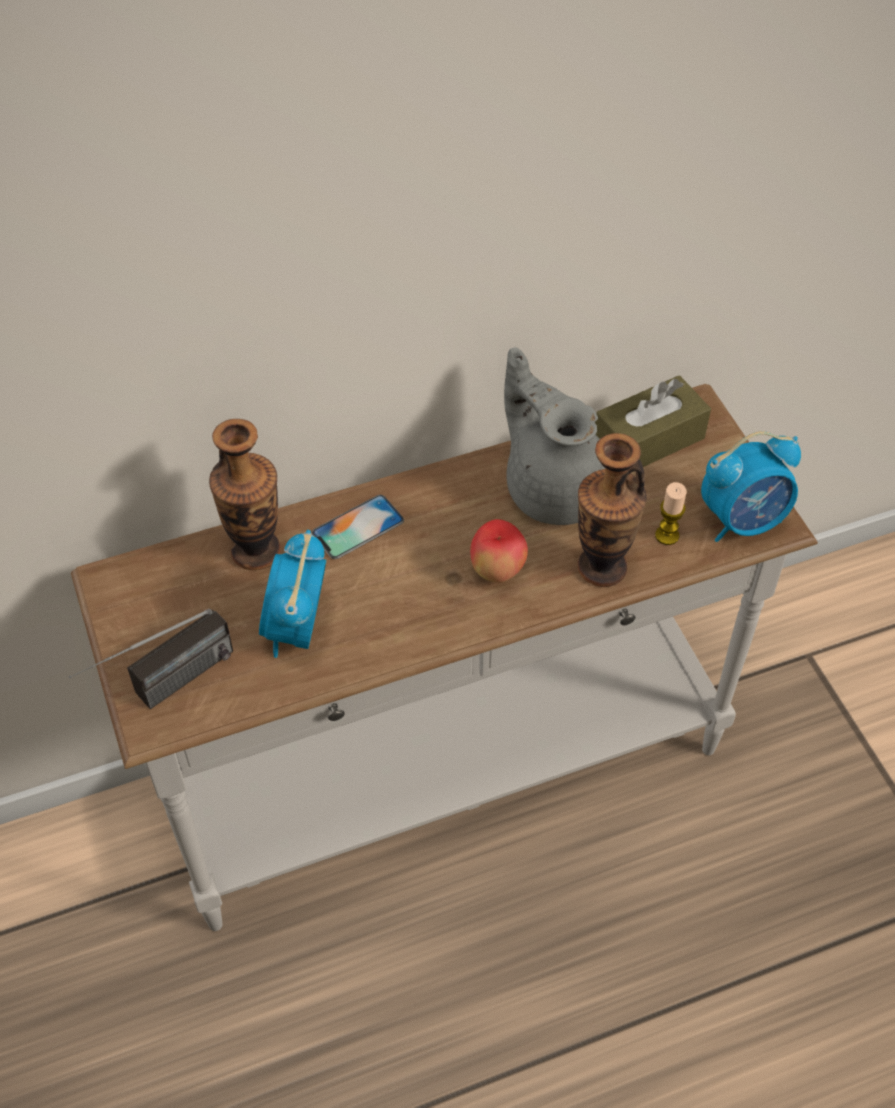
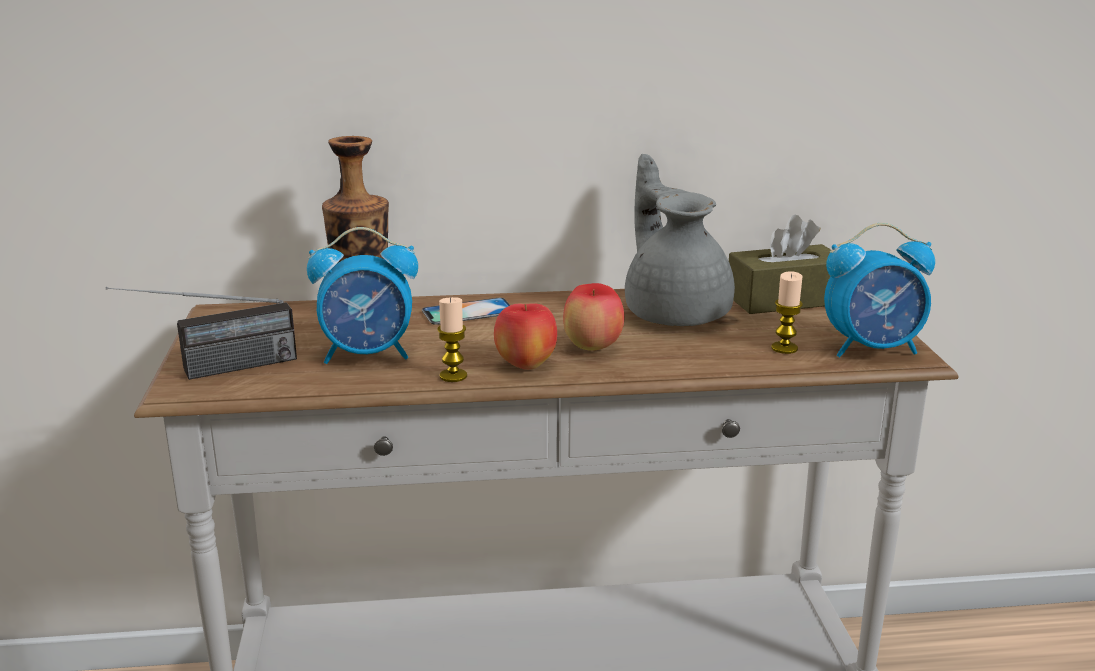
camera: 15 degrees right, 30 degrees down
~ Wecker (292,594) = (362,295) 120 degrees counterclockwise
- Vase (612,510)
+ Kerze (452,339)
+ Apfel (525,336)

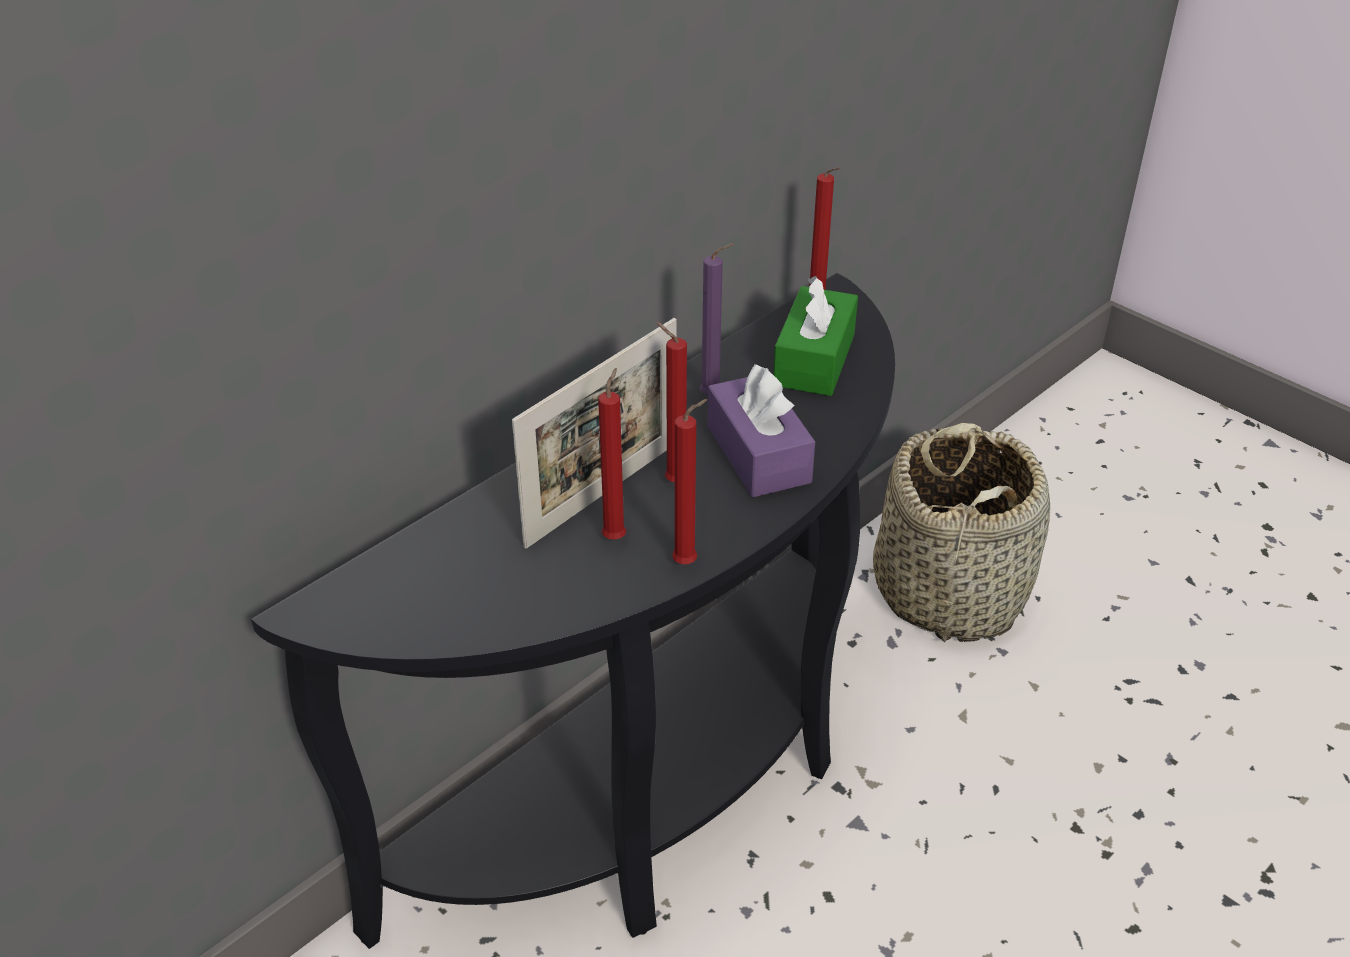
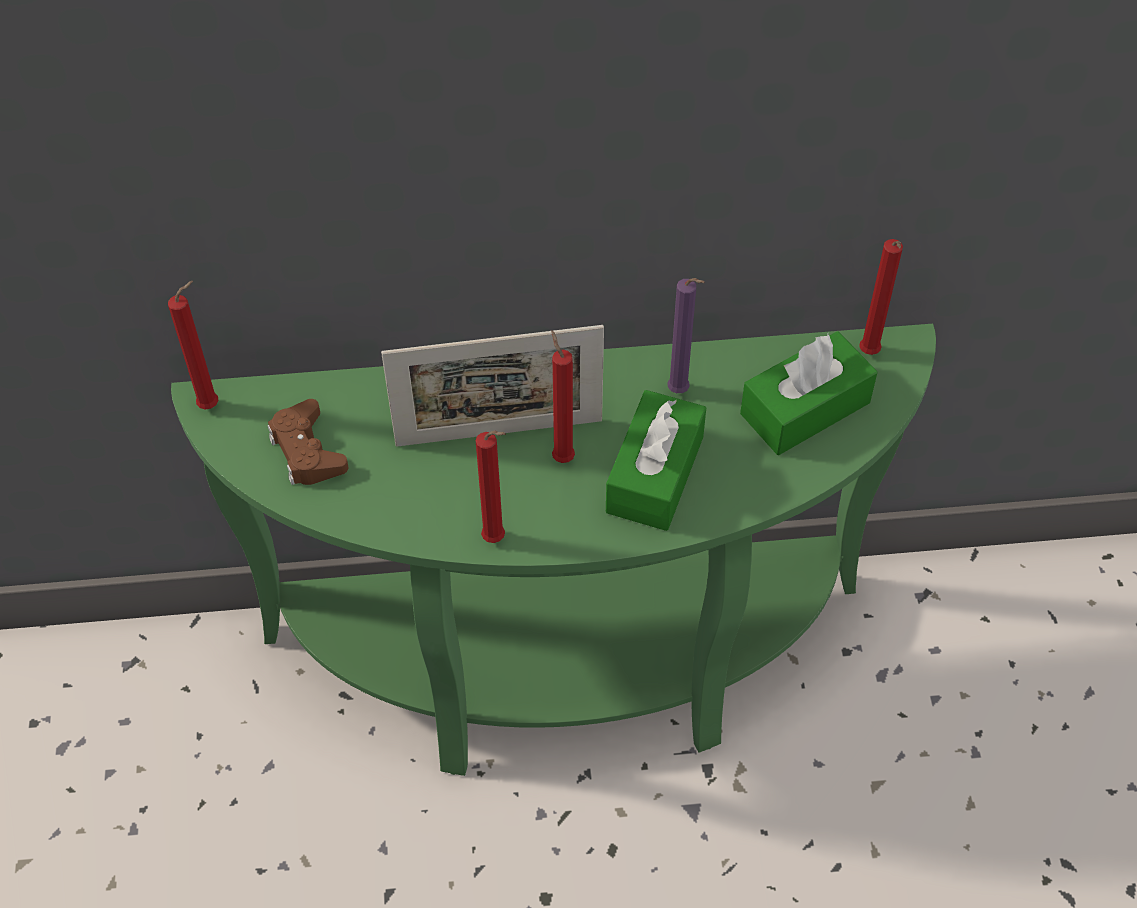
camera: 40 degrees right, 15 degrees up
~ Konsolentisch [schwarz] (573,611) to Konsolentisch [grün] (553,550)
~ Kerze [rot] (612,454) to (193,345)
~ Taschentuchbox [lila] (761,430) to Taschentuchbox [grün] (656,460)
- Korb (961,532)
+ Gamepad [braun] (308,442)

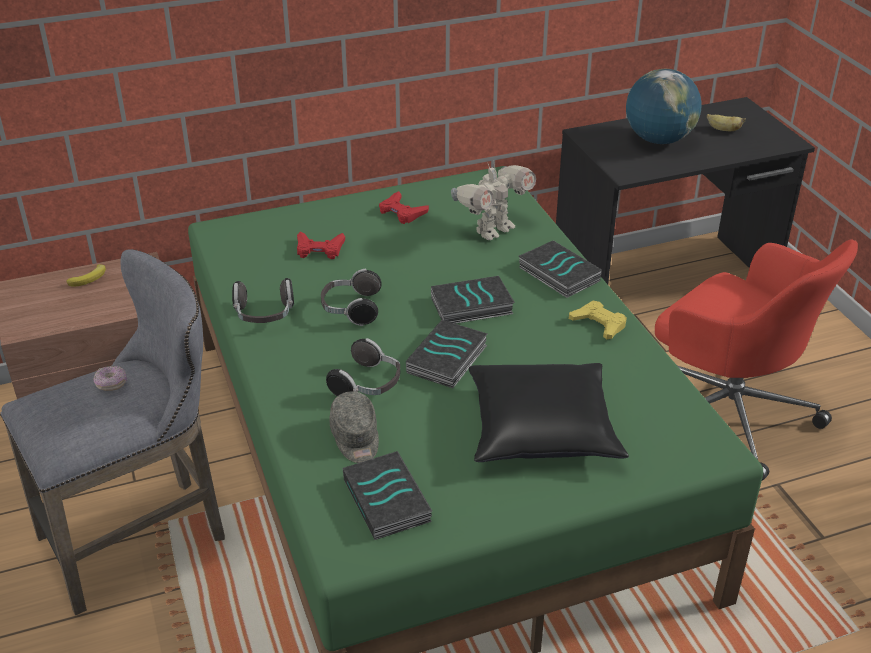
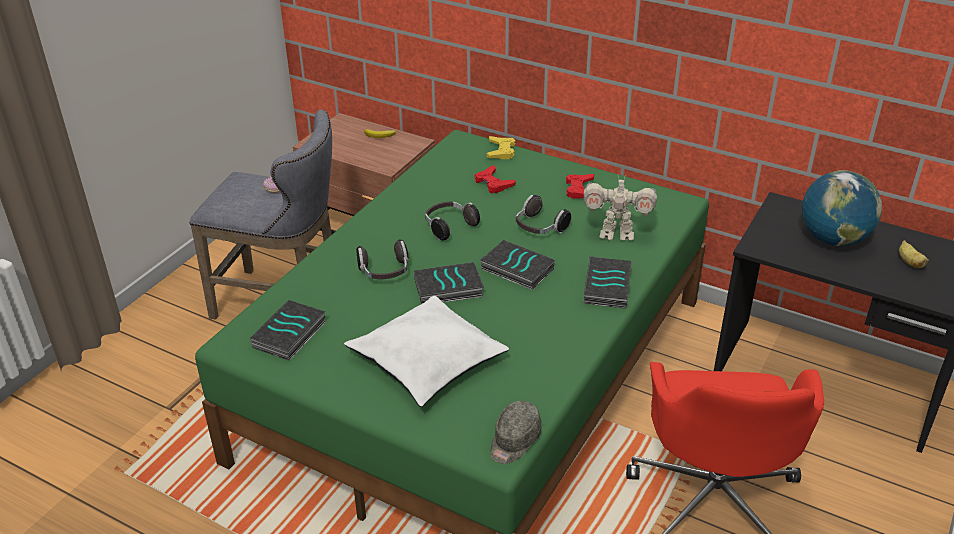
camera: 50 degrees right, 0 degrees up
~ Kopfhörer (263,300) to (543,214)
~ Kappe [grau] (354,427) to (516,432)
~ Kissen [schwarz] (549,412) to Kissen [weiß] (426,351)
~ Gamepad [gelb] (598,320) to (501,147)

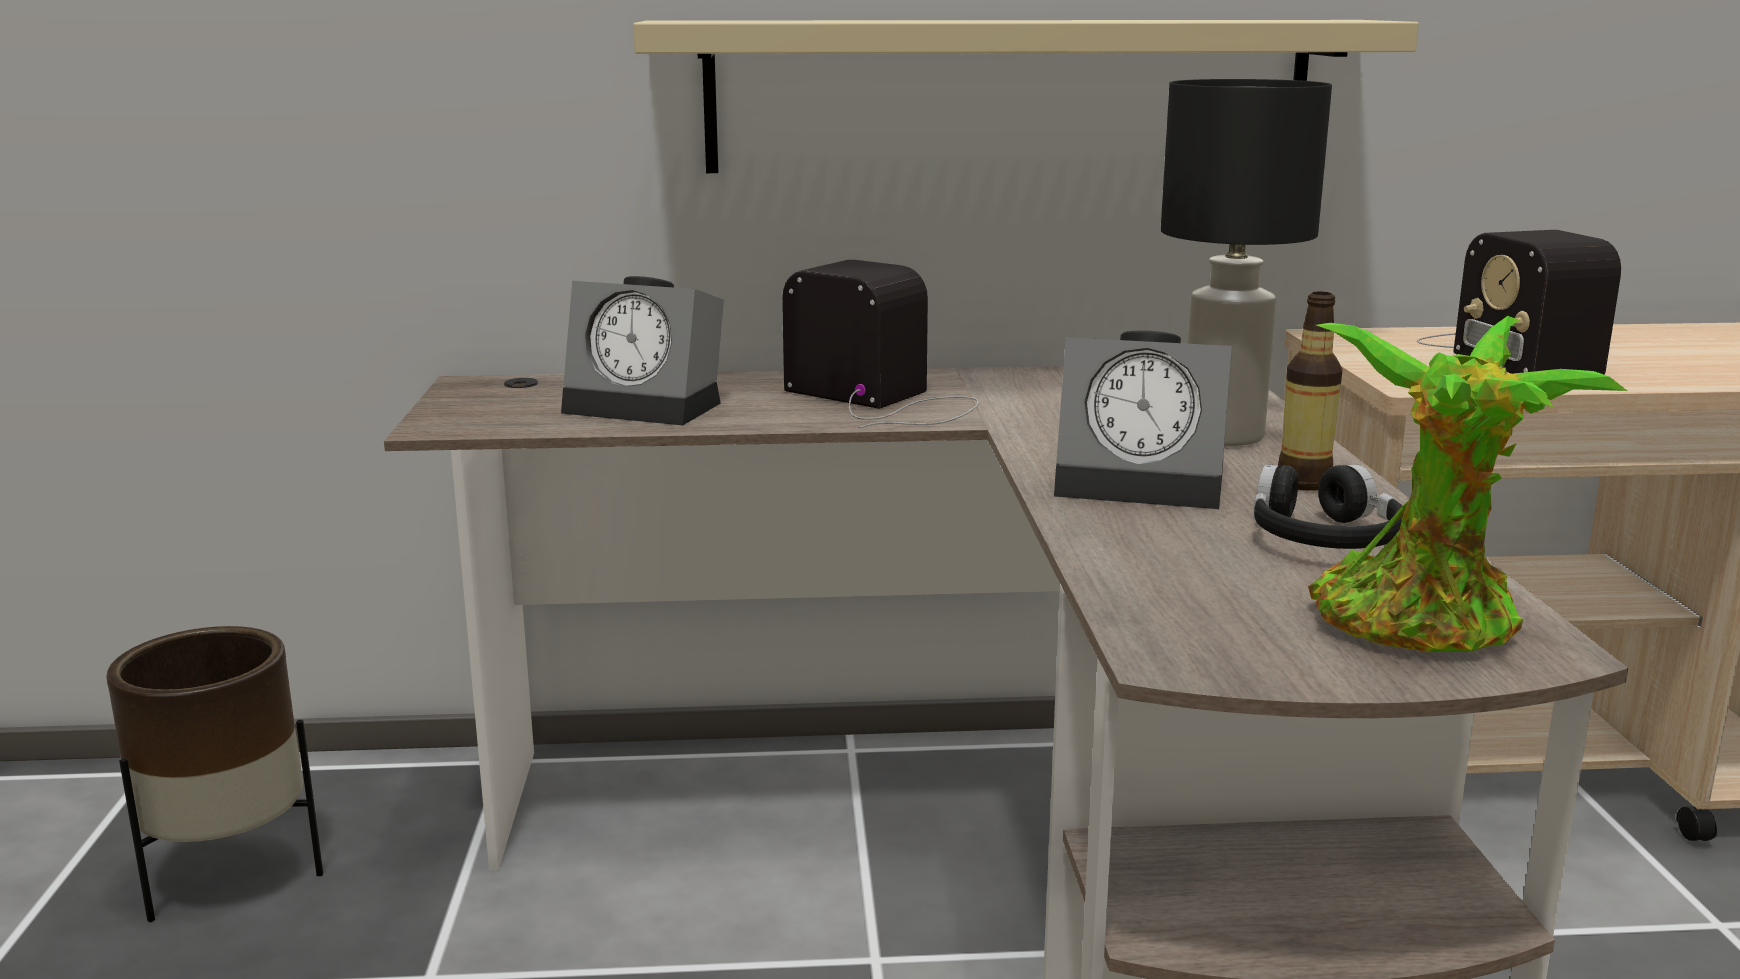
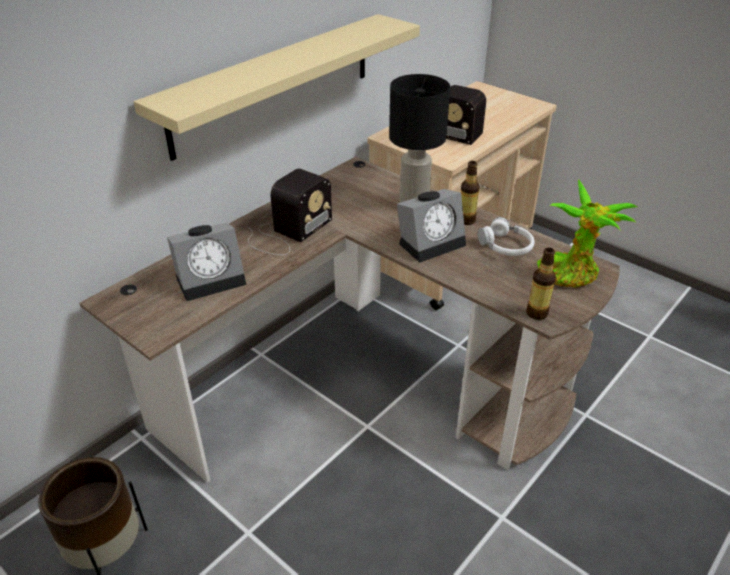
camera: 45 degrees left, 20 degrees up
~ Radio (880,344) = (289,211) 135 degrees clockwise
~ Kopfhörer [schwarz] (1328,506) to Kopfhörer [weiß] (506,236)
+ Flasche (541,284)

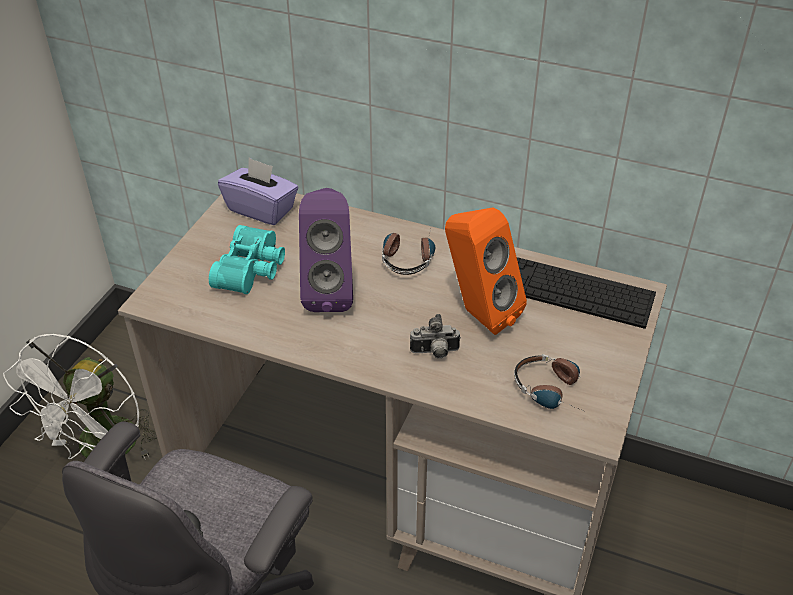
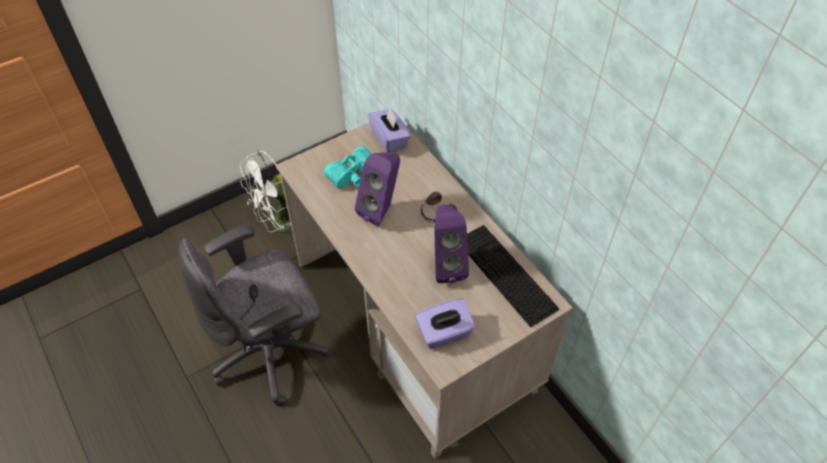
camera: 35 degrees right, 10 degrees up
- Kamera (435,336)
~ Lautsprecher [orange] (486,271) to Lautsprecher [lila] (451,243)
~ Kopfhörer (551,383) to Taschentuchbox [lila] (445,323)

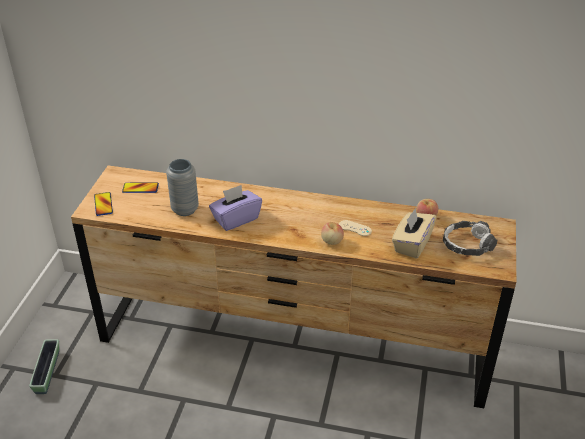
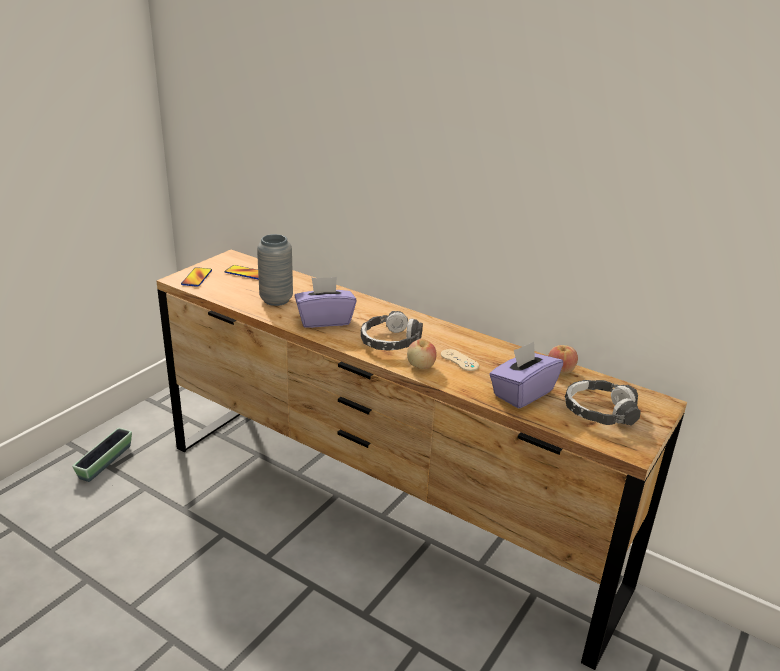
camera: 20 degrees right, 10 degrees down
~ Taschentuchbox [beige] (414,233) to Taschentuchbox [lila] (526,375)
+ Kopfhörer (391,331)

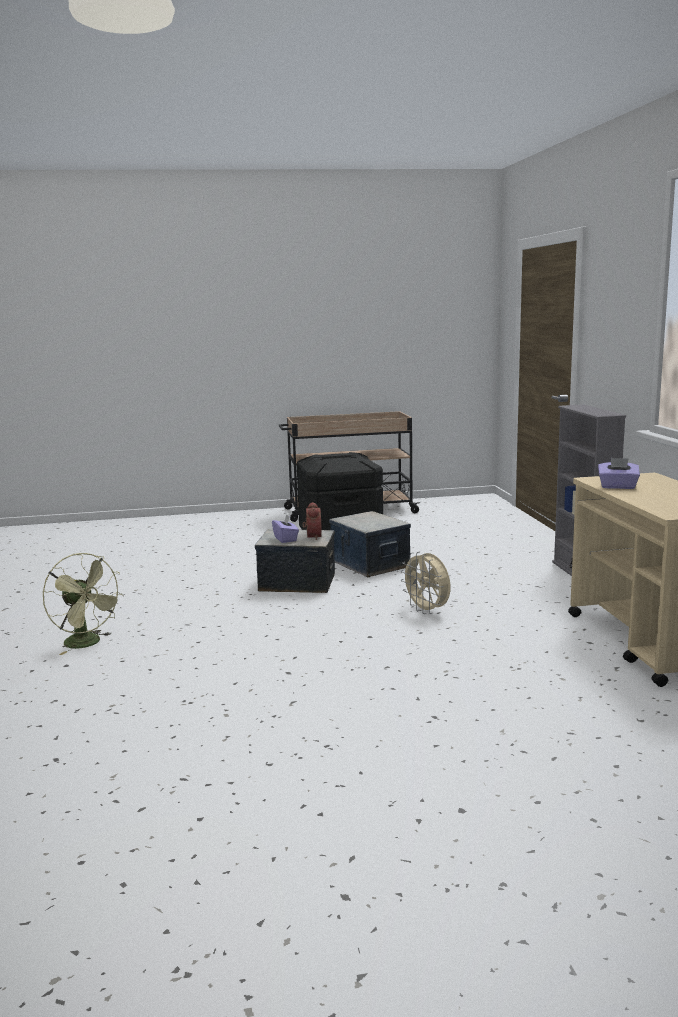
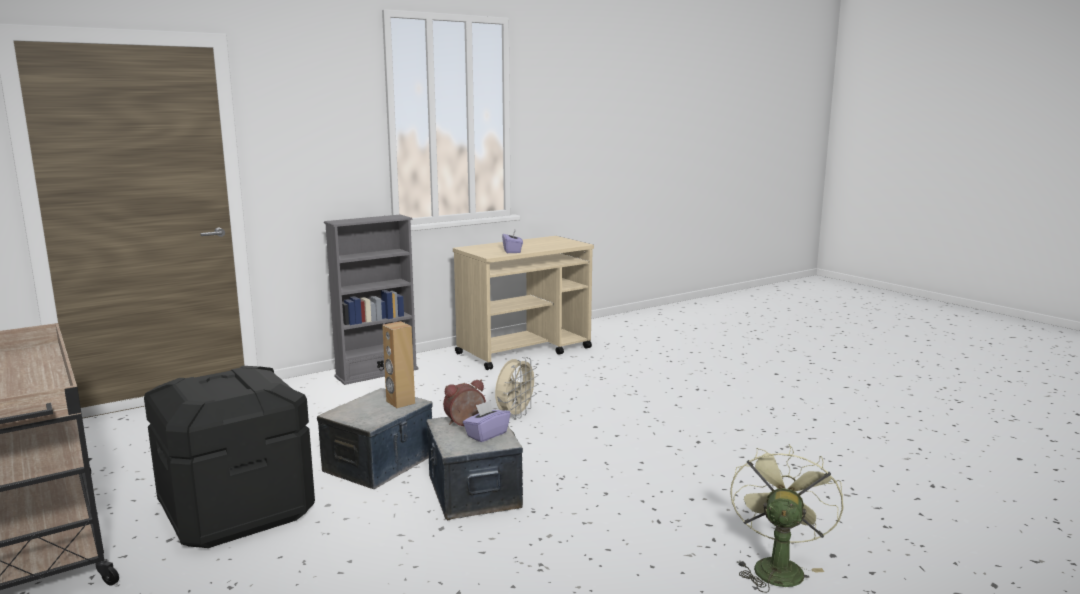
camera: 115 degrees left, 0 degrees up
+ Lautsprecher [braun] (398,364)

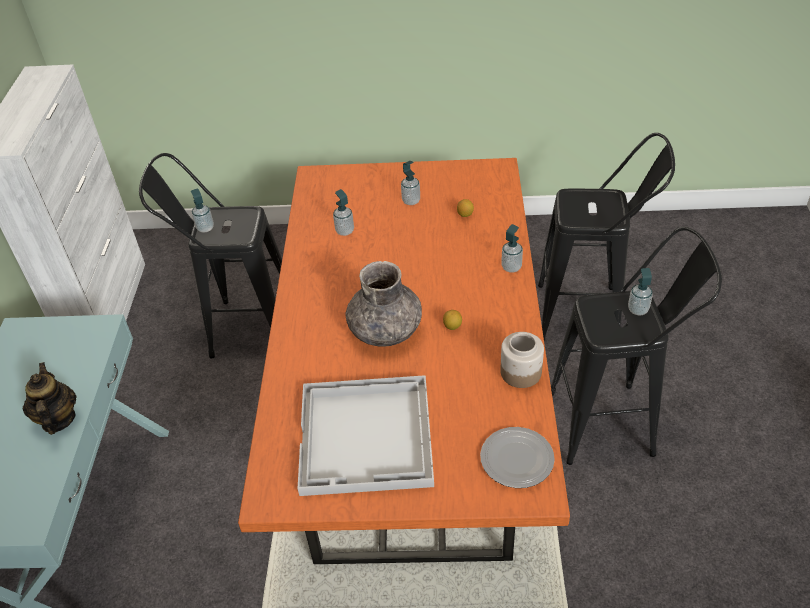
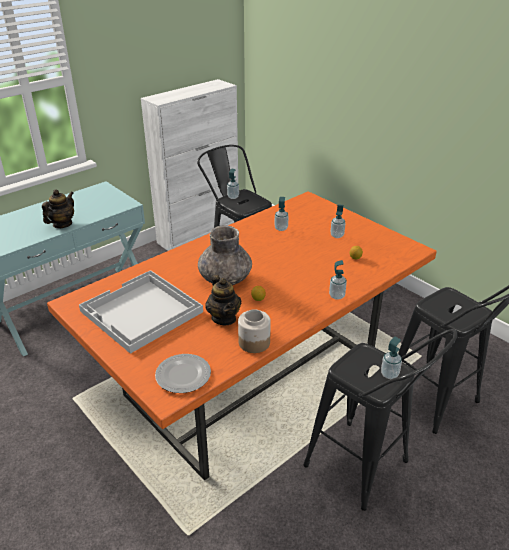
camera: 45 degrees right, 10 degrees down
+ Teekanne (223,300)

